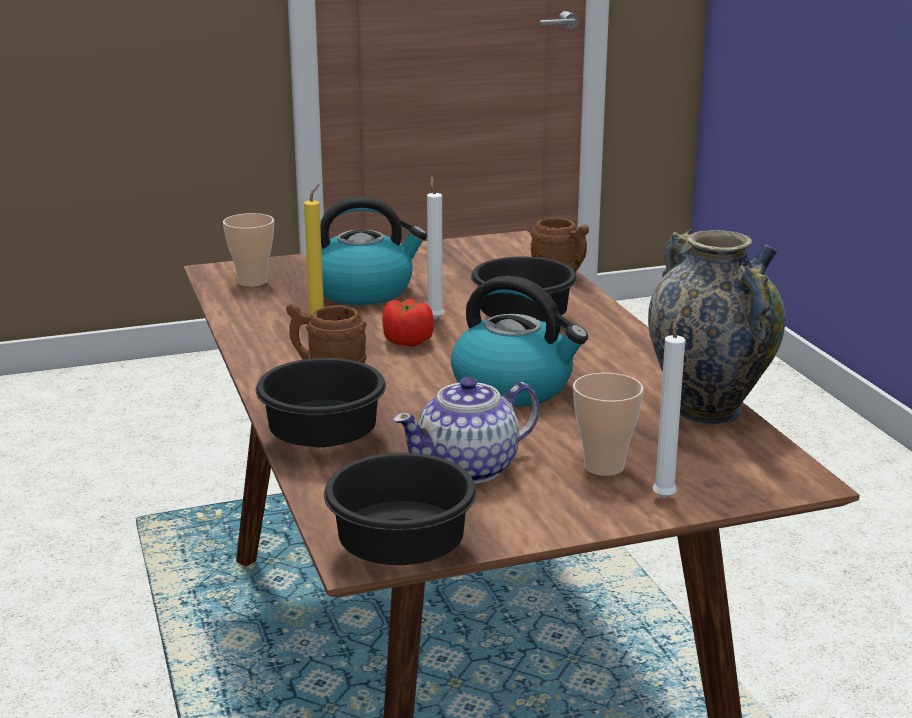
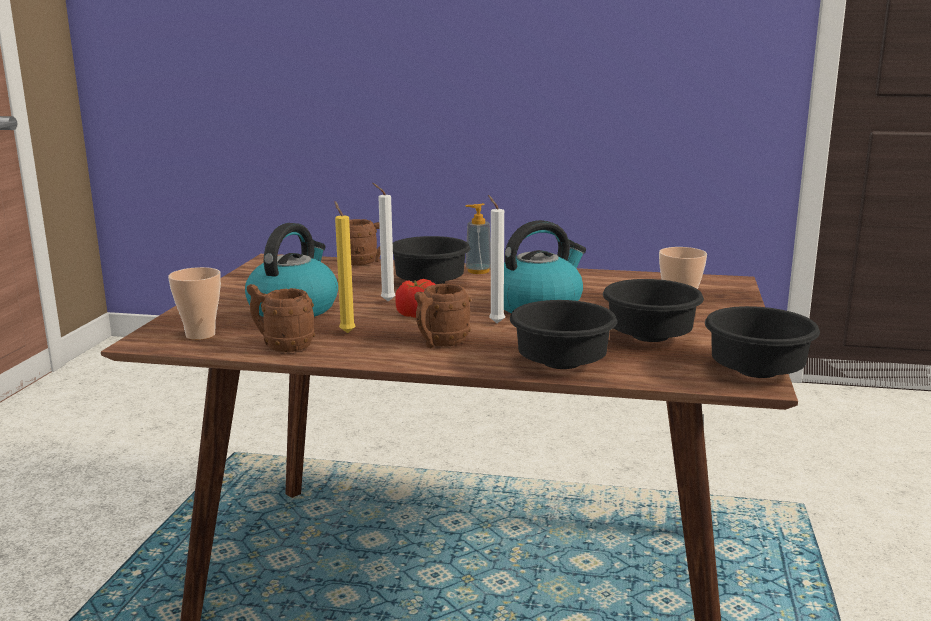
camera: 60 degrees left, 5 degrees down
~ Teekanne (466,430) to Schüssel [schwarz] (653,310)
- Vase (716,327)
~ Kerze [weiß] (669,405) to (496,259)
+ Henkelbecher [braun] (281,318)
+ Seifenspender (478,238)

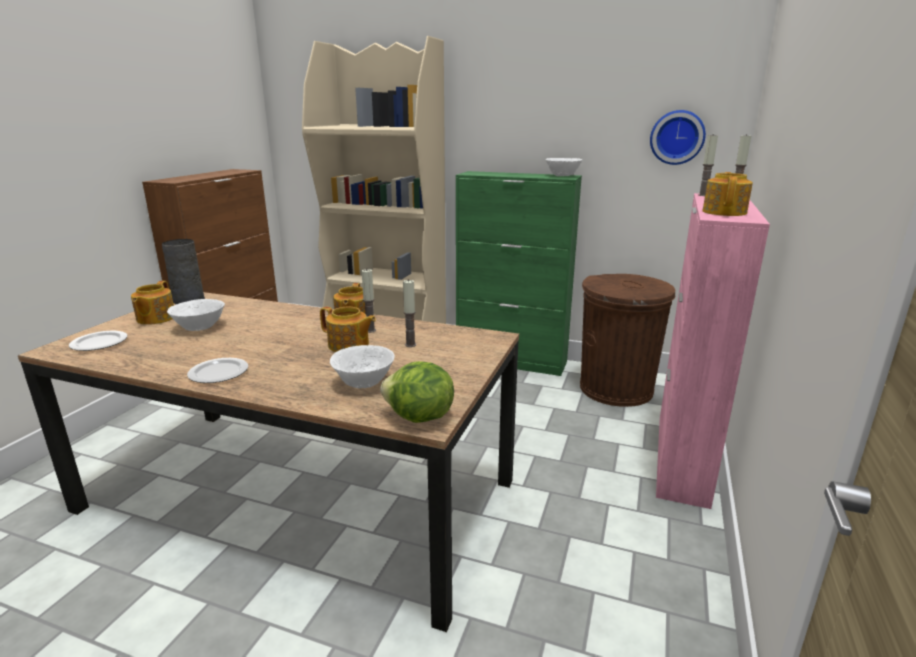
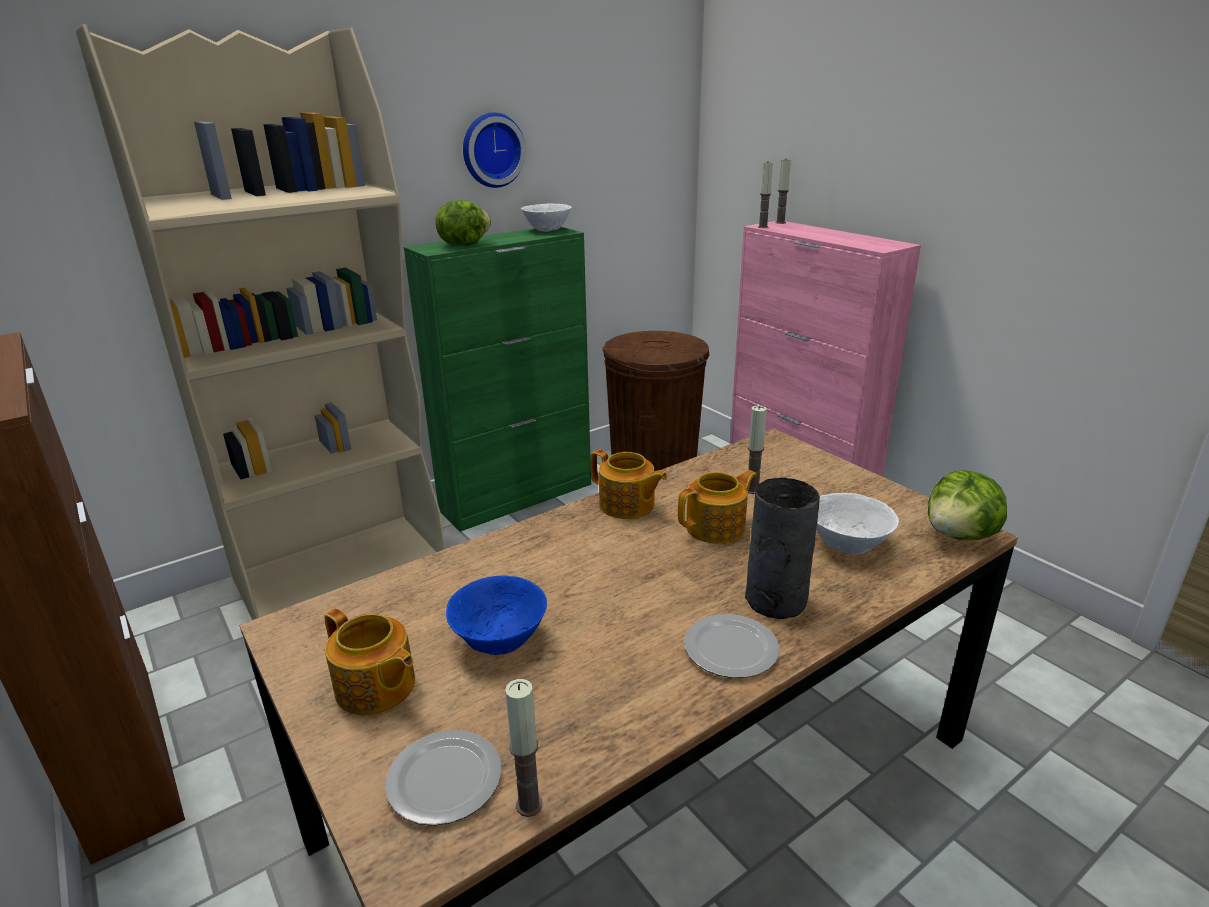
camera: 55 degrees left, 5 degrees up
~ Vase [grau] (183,271) to (782,548)
~ Schüssel [weiß] (196,315) to Schüssel [blau] (496,615)
~ Kerze (369,301) to (524,748)
~ Wanduhr (678,137) to (494,150)
- Teekanne (727,194)
+ Salatkopf (463,223)

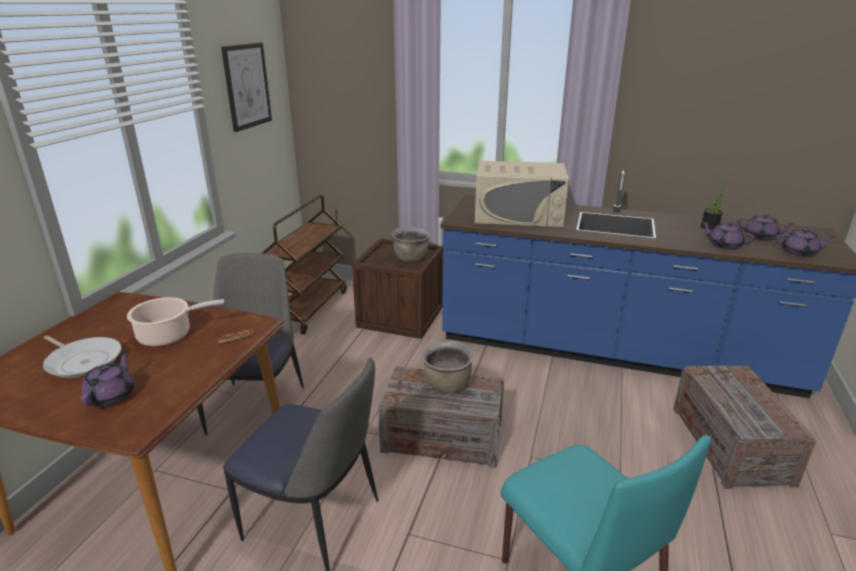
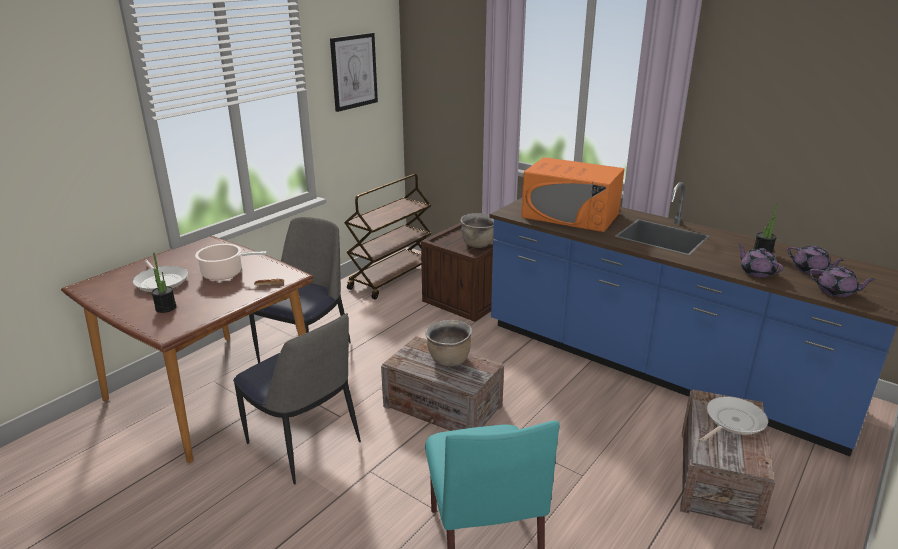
camera: 20 degrees right, 0 degrees up
~ Teekanne [lila] (107,379) to Topfpflanze (163,283)
~ Mikrowelle [beige] (522,194) to Mikrowelle [orange] (573,194)
+ Pfanne (734,419)

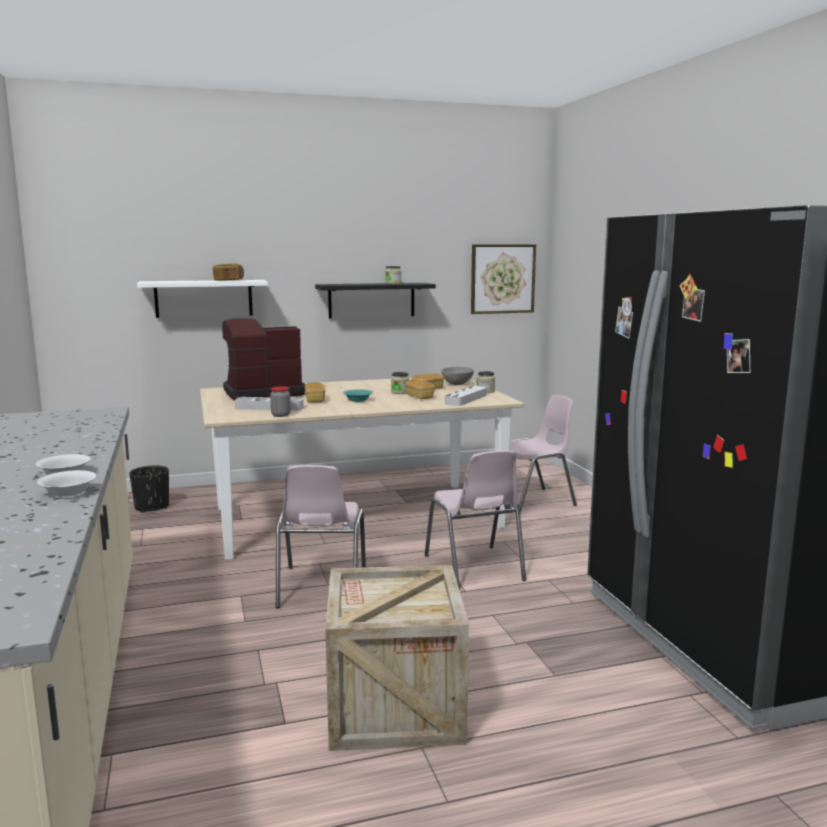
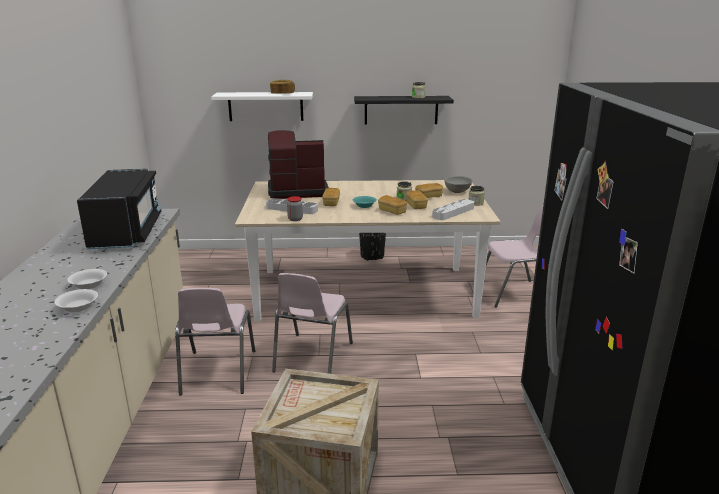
camera: 15 degrees right, 10 degrees up
~ Pflanzkübel [schwarz] (149,489) to (372,247)
~ Stuhl [rosa] (475,520) to (215,342)
- Bild (503,279)
+ Mikrowelle [schwarz] (119,209)
+ Brot (392,205)

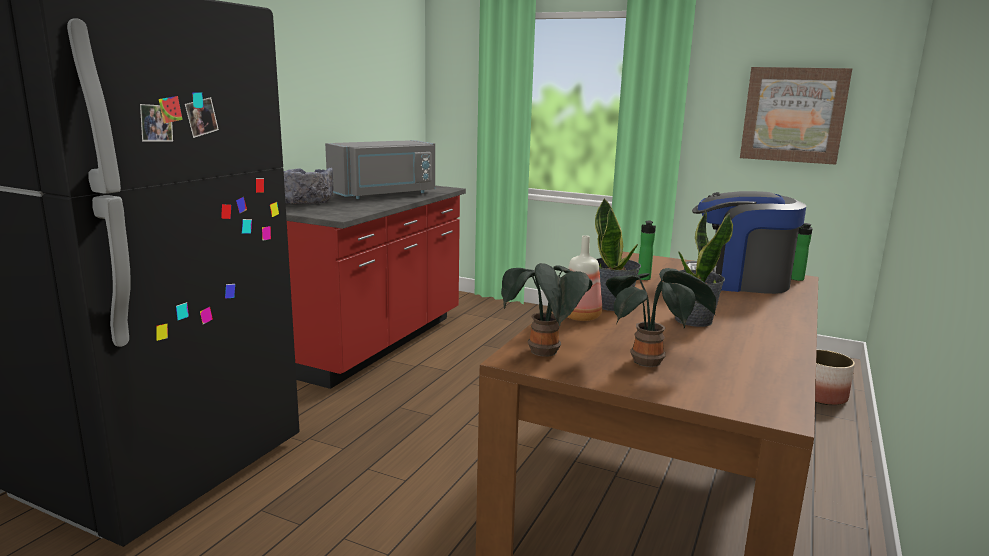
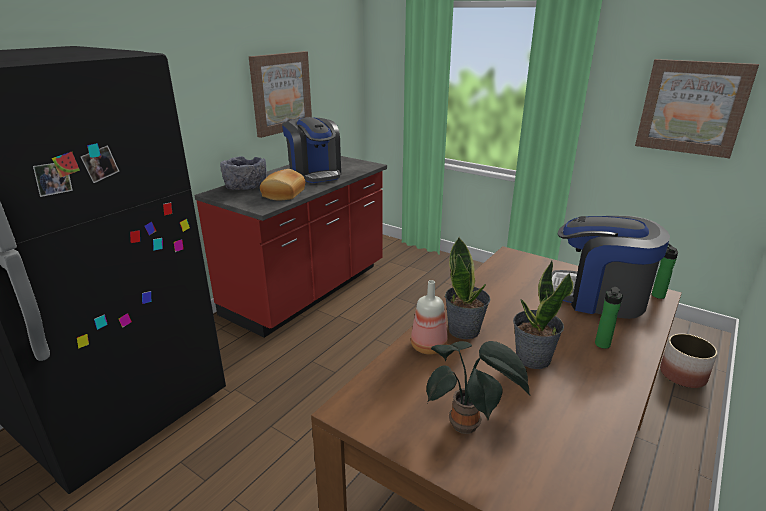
camera: 10 degrees right, 10 degrees up
~ Mikrowelle [grau] (380,169) to Kaffeemaschine (311,150)
- Topfpflanze (546,310)
~ Flasche (647,250) to (609,318)
+ Bild (280,94)
+ Brot (282,184)

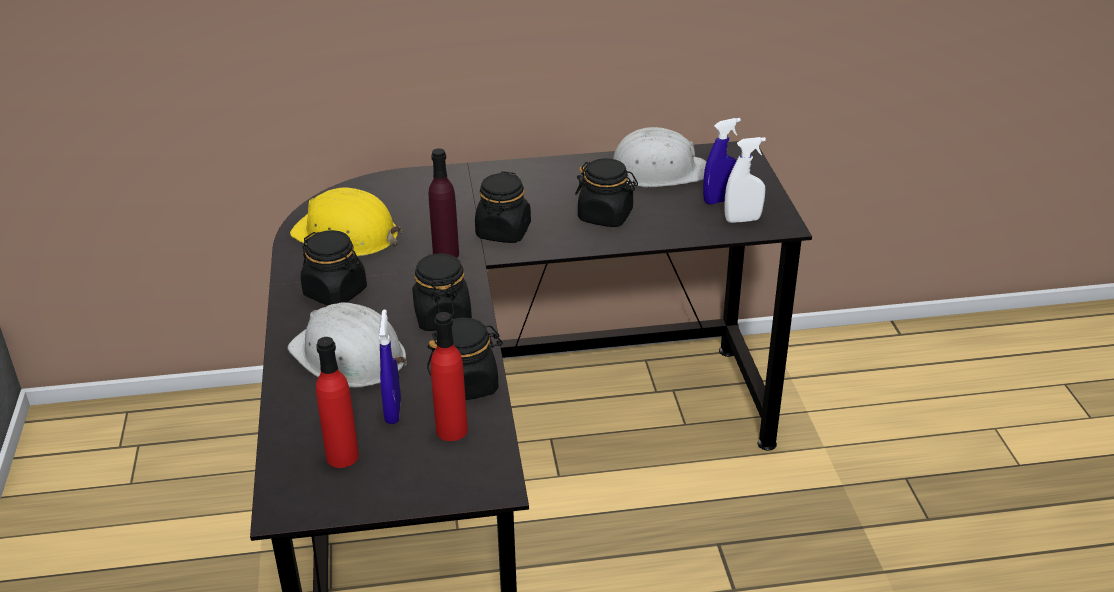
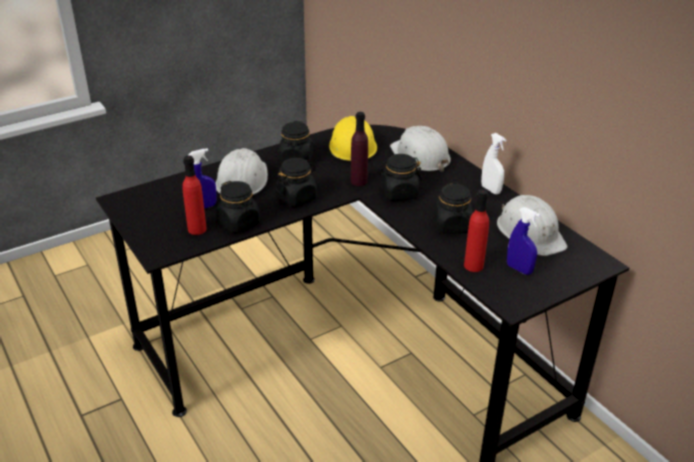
camera: 65 degrees right, 0 degrees up
~ Flasche [rot] (337,402) to (476,230)
~ Sprühflasche [weiß] (745,180) to (493,163)
+ Schutzhelm [weiß] (420,149)

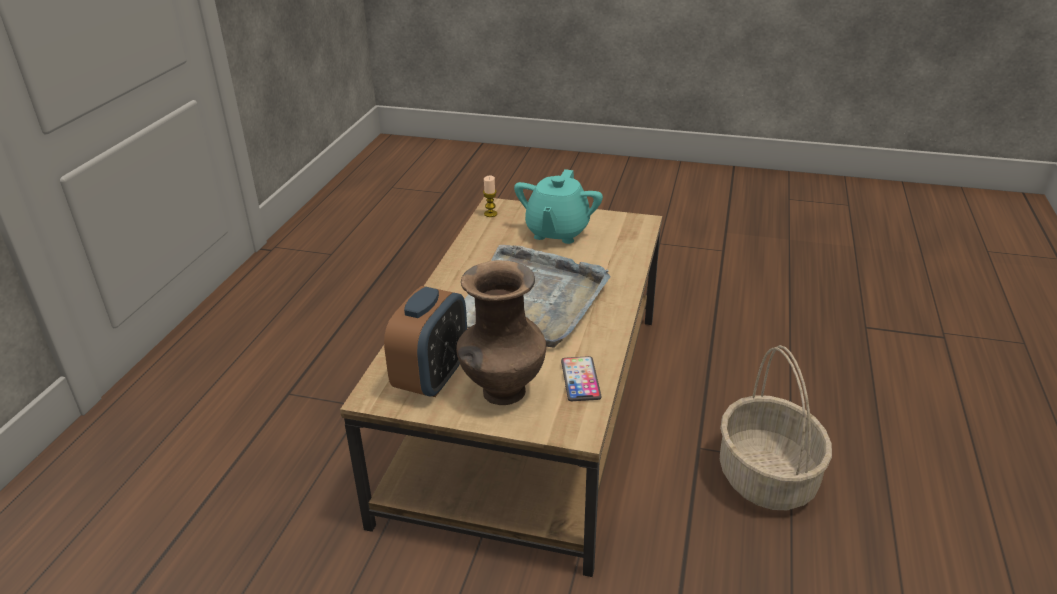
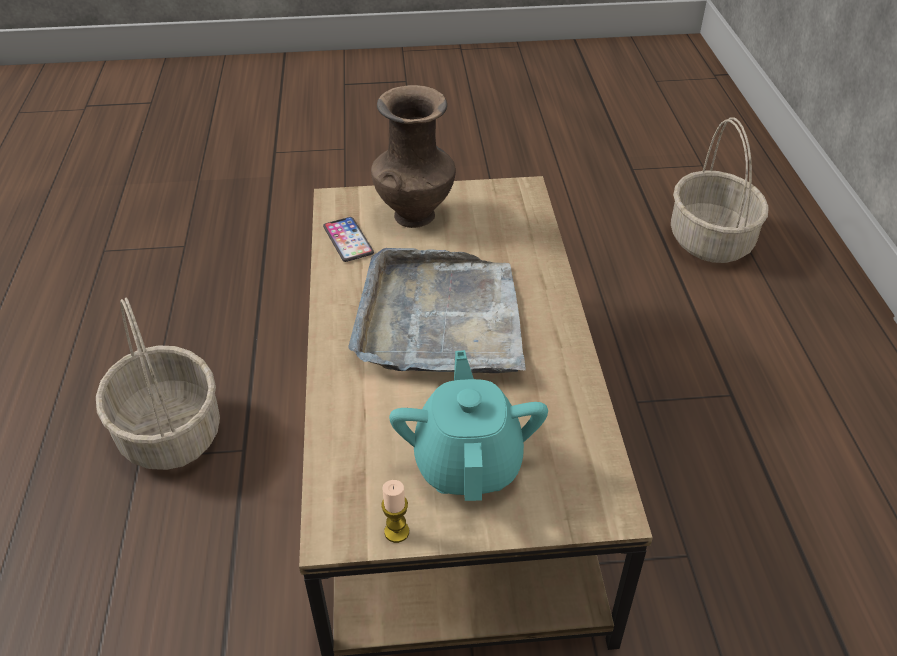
camera: 160 degrees right, 10 degrees up
- Wecker (425,341)
~ Kerze (490,196) to (395,511)
+ Korb (720,190)

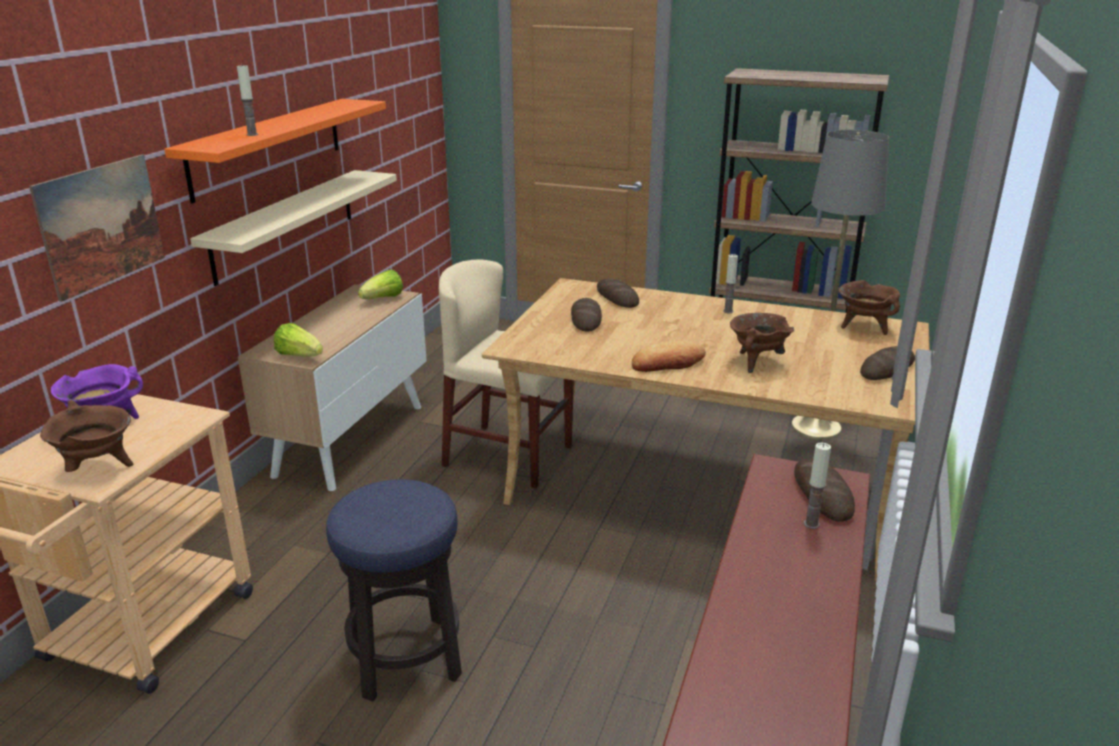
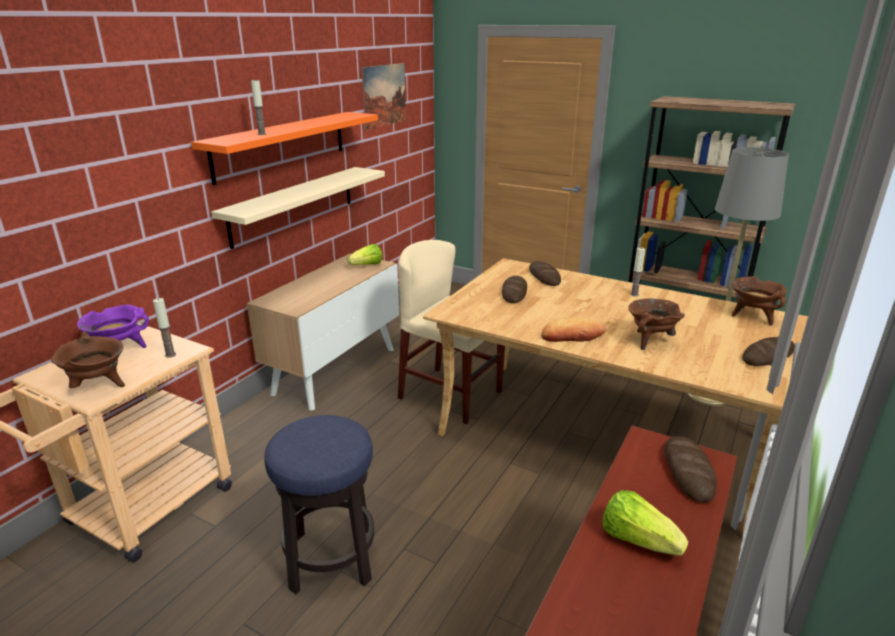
camera: 10 degrees right, 0 degrees up
~ Bild (97,228) to (384,96)
~ Salatkopf (298,340) to (645,523)
~ Kerze (817,486) to (164,328)

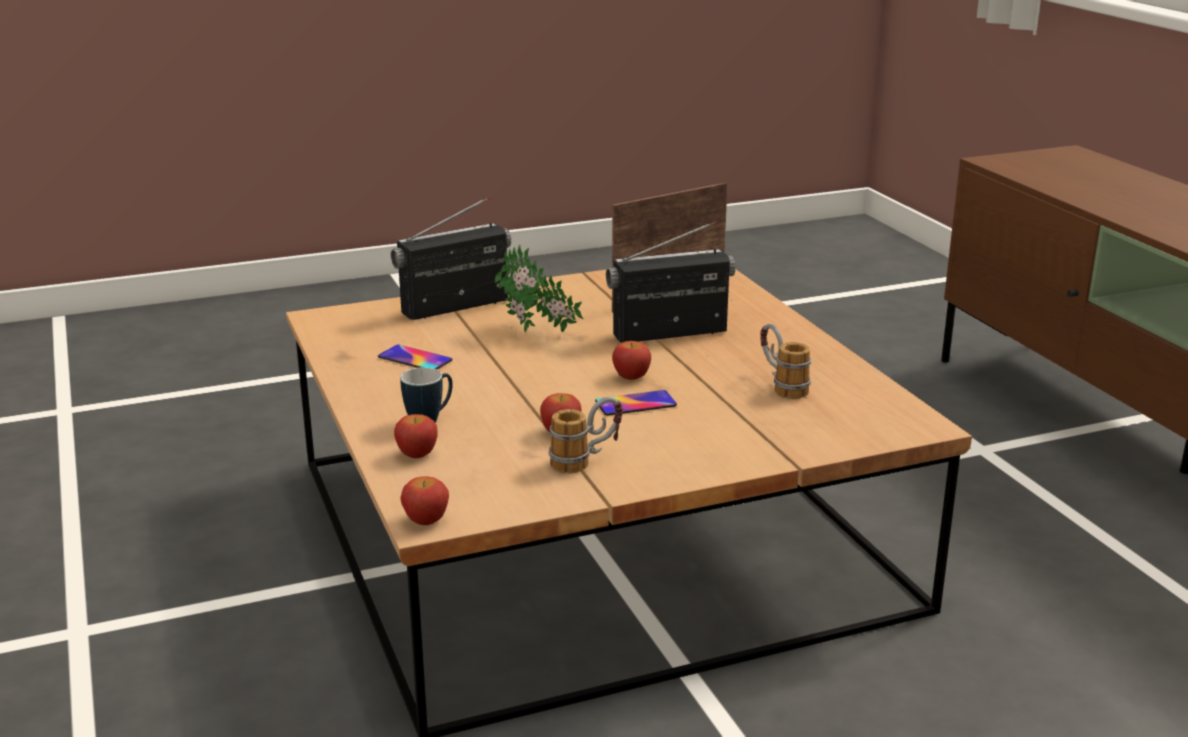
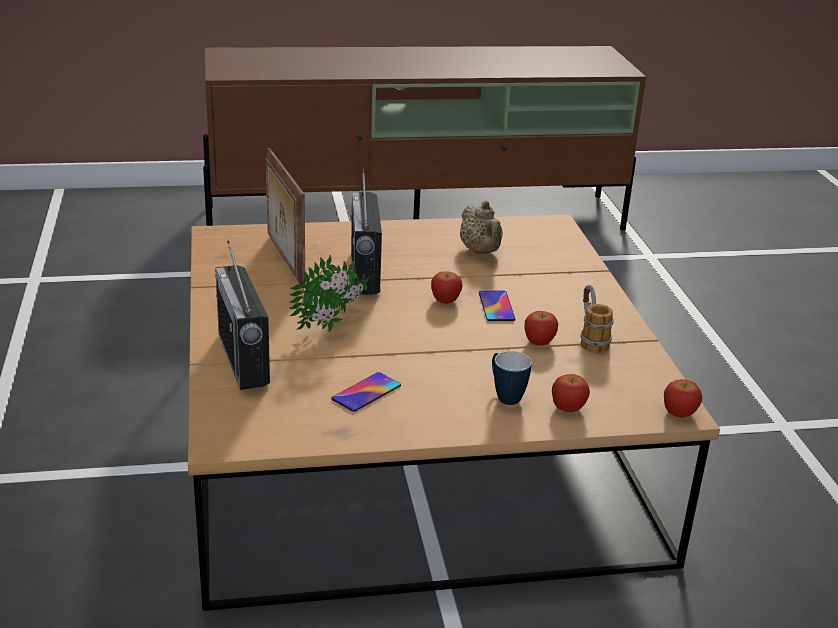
camera: 80 degrees left, 5 degrees up
~ Henkelbecher (785,361) to Teekanne [beige] (481,227)

